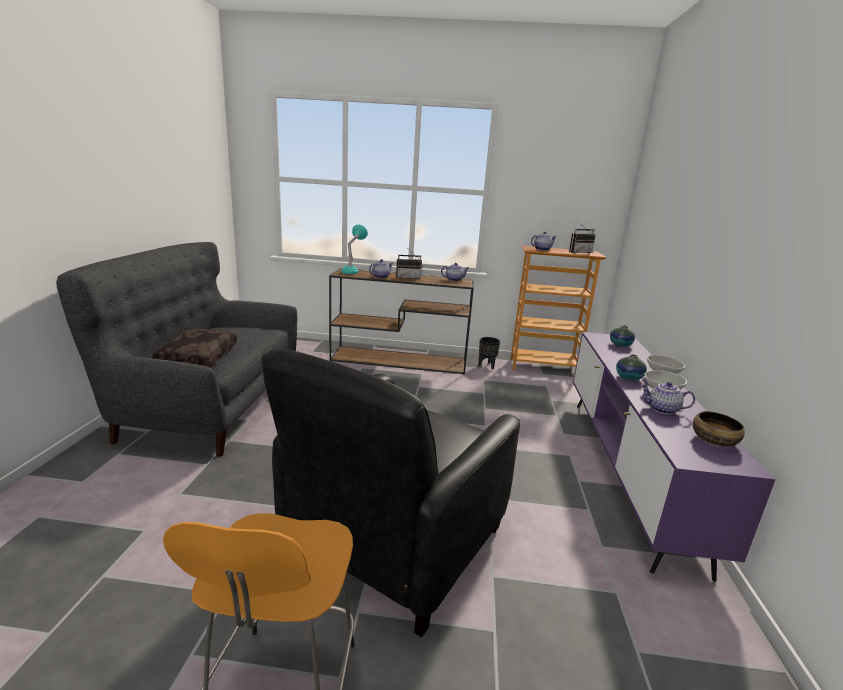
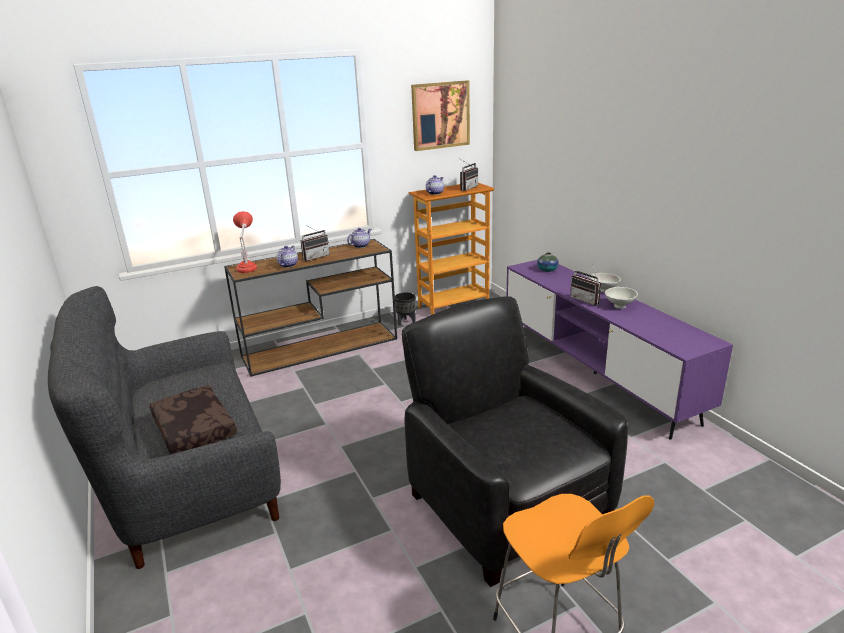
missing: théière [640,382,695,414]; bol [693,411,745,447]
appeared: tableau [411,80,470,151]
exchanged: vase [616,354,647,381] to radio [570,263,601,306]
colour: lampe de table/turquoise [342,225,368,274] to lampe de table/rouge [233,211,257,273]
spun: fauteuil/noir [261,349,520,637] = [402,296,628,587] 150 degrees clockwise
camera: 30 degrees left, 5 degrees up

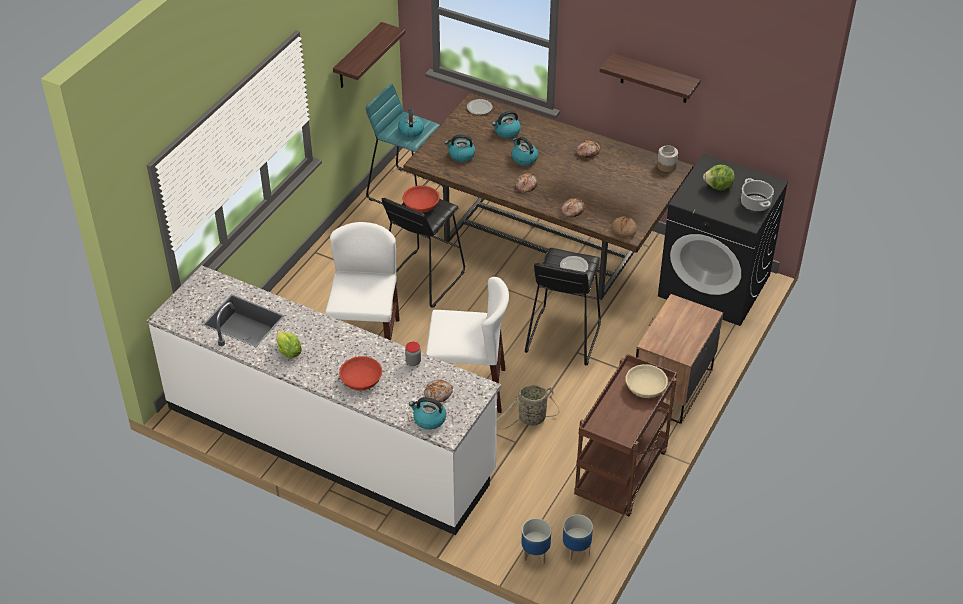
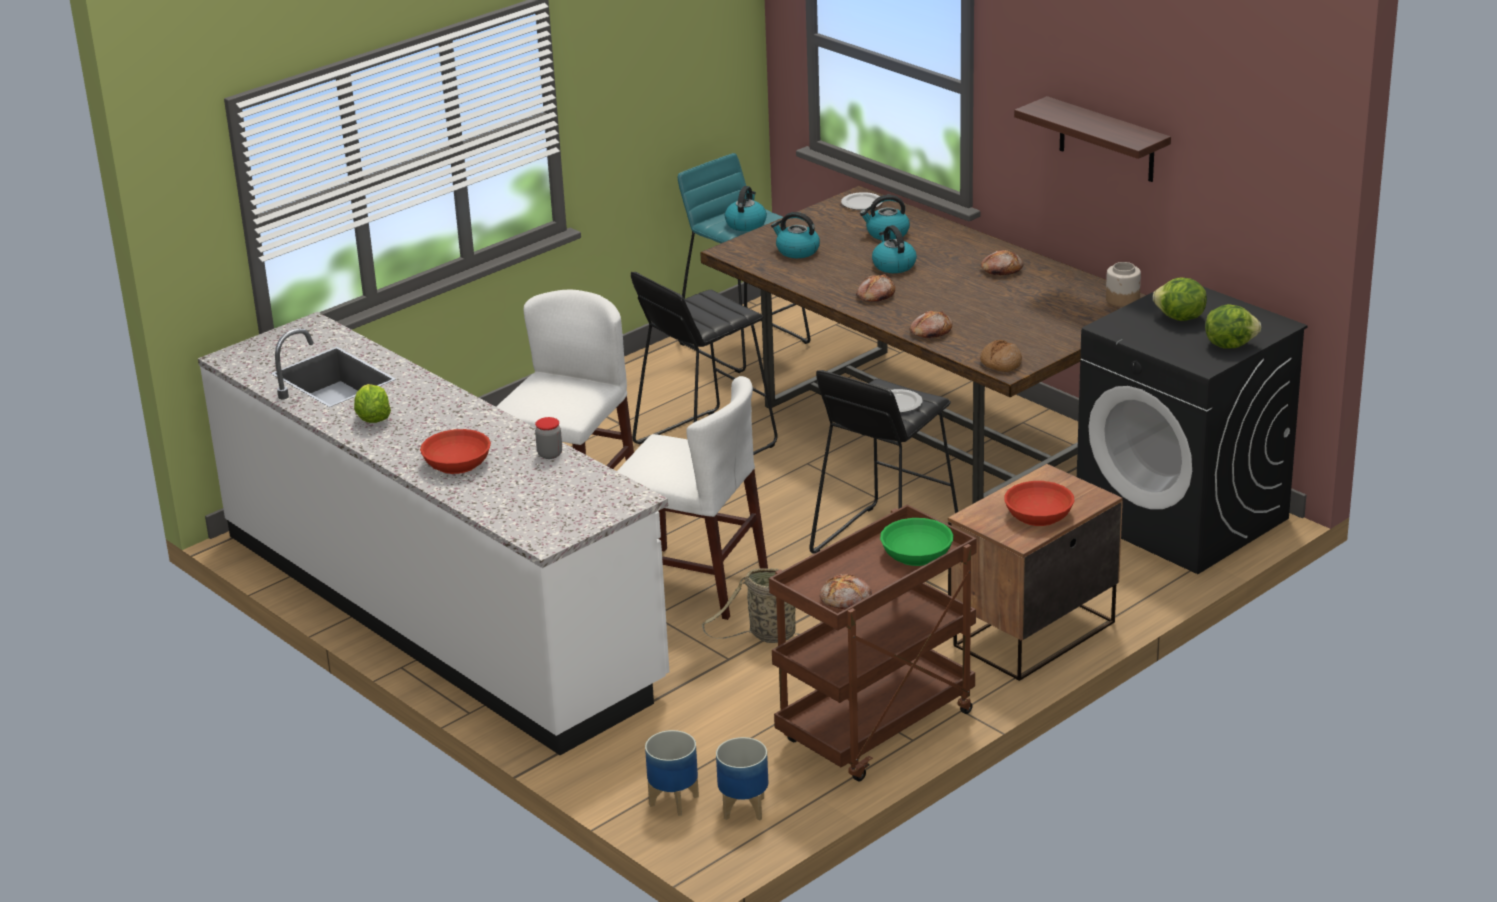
missing: étagère [333,22,406,88]; bouilloire [409,397,446,430]
relocated: pain [424,379,453,402] to [820,574,872,609]; bol/rouge [403,185,440,213] to [1004,481,1075,526]
exchanged: marmite [741,178,774,212] to laitue [1205,304,1261,349]
colour: bol/beige [625,364,668,398] to bol/vert [880,518,953,566]
camera: 20 degrees right, 15 degrees down

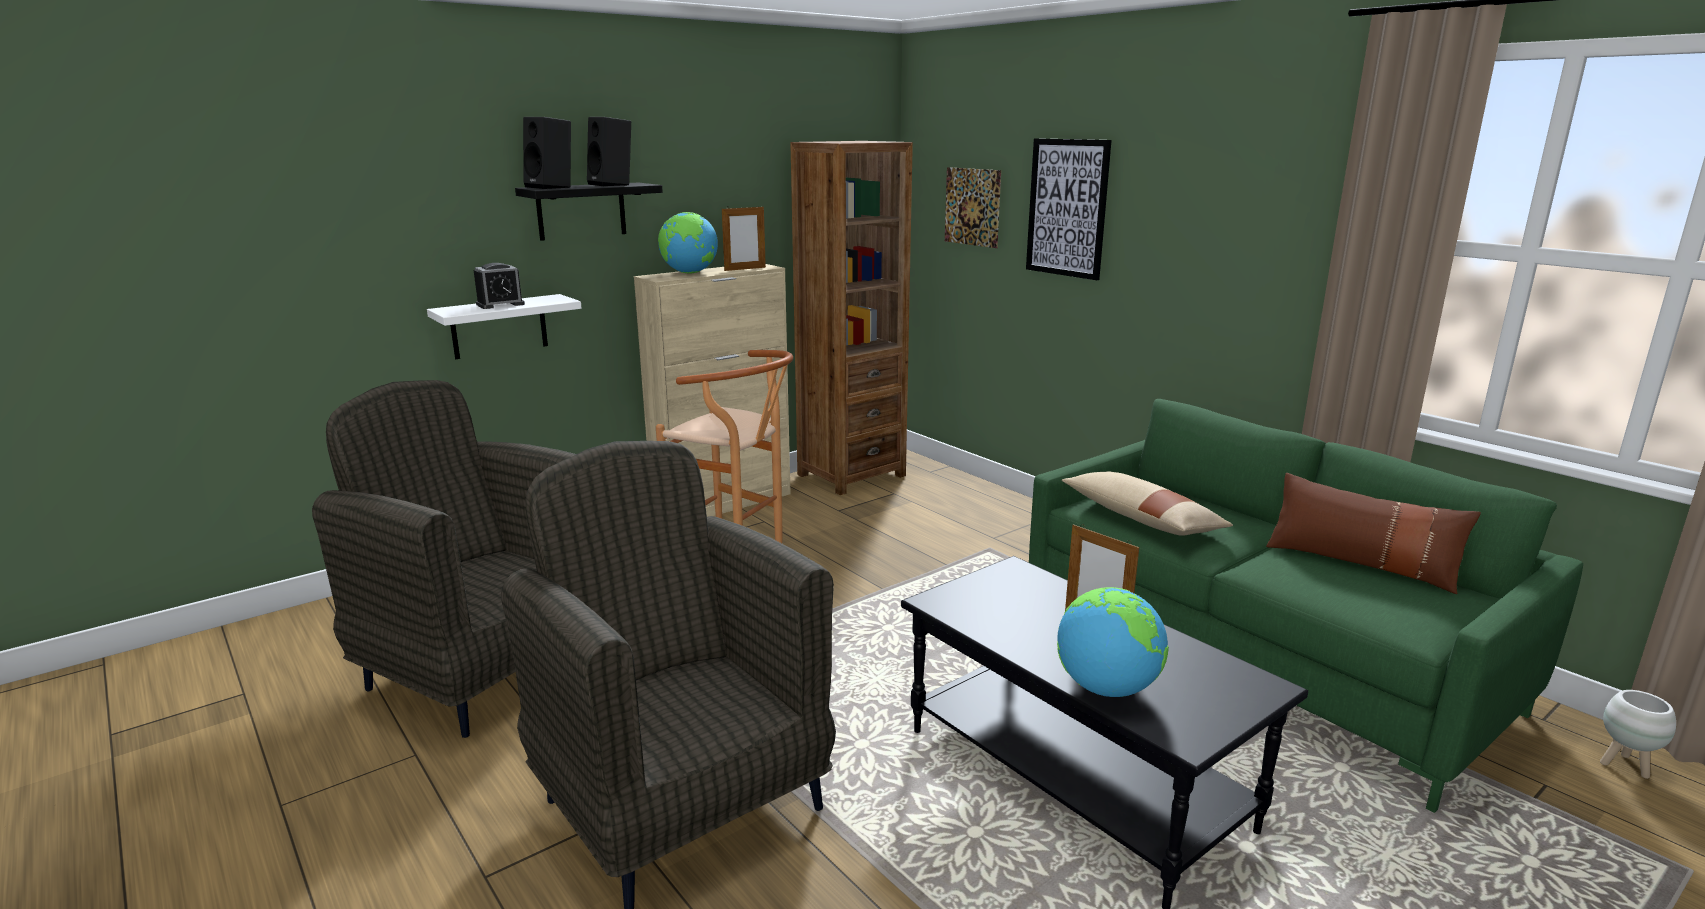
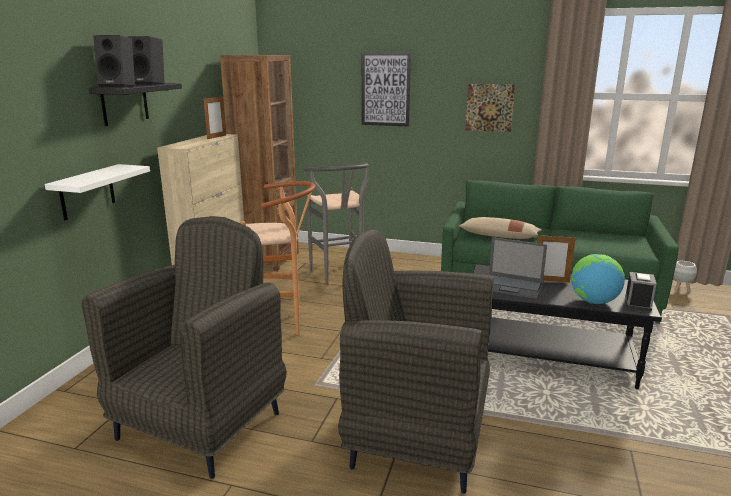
missing: globe [658,212,718,274]; coussin/marron [1266,473,1481,594]
appeared: tabouret/gris [303,163,369,285]; ordinateur portable [489,237,547,299]
relocated: tableau [945,167,1001,248] to [465,84,515,132]; réveil [474,263,525,309] to [625,272,656,311]
spun: fauteuil/gris [312,380,576,738] = [82,216,287,479] 120 degrees clockwise
camera: 35 degrees left, 0 degrees up

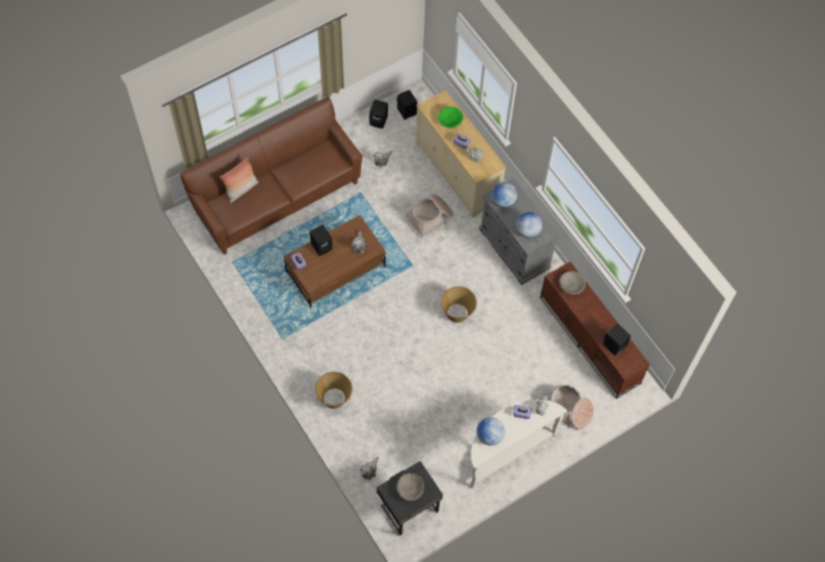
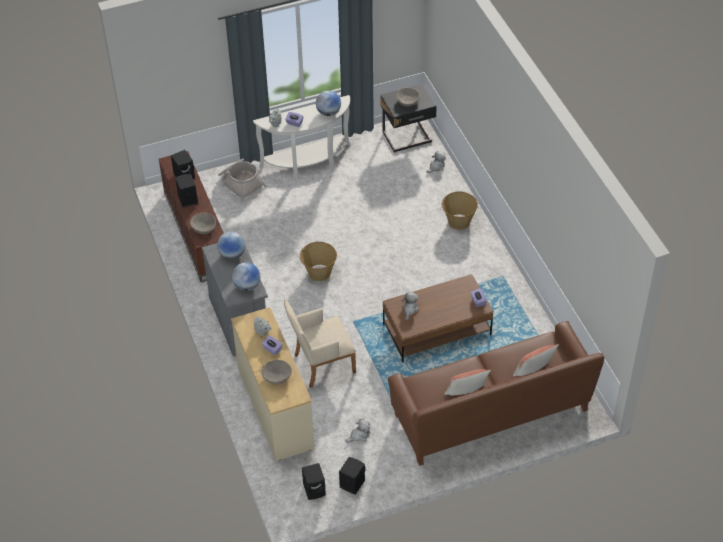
appeared: coussin [444,369,491,395]
relocated: enceinte/noir [310,225,333,256] to [176,174,198,208]
exchanged: panier [404,194,453,239] to fauteuil/beige [284,299,356,388]
colour: bol/vert [438,107,463,128] to bol/beige [261,360,292,385]
camera: 165 degrees left, 15 degrees down

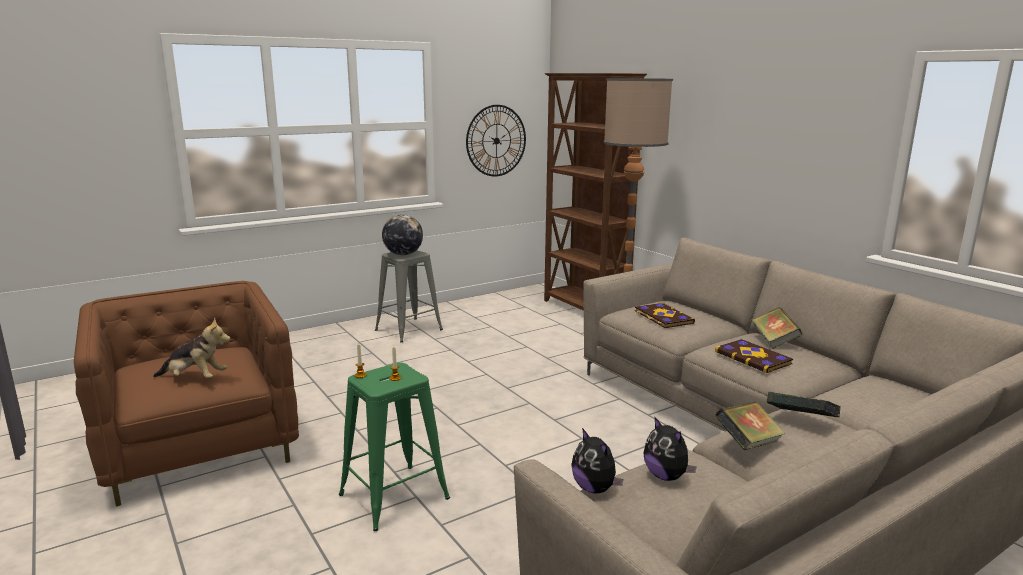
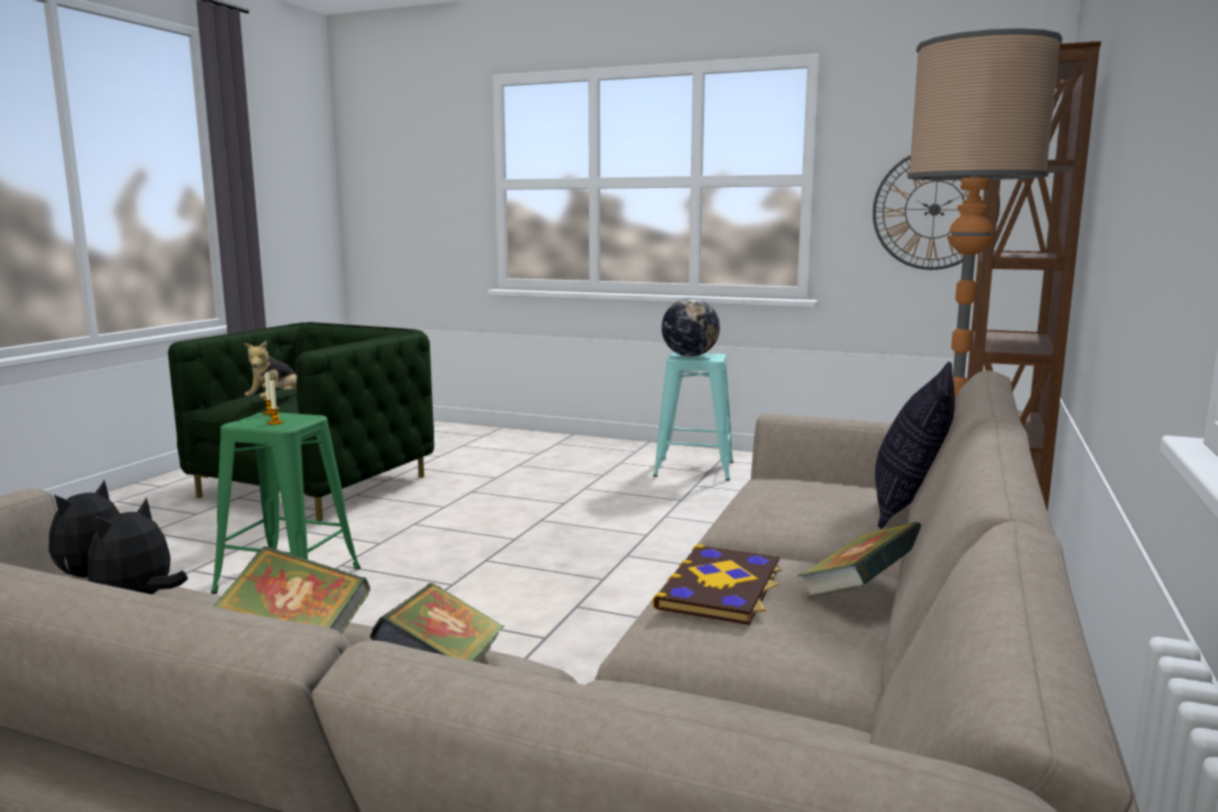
missing: livre [635,303,695,328]
appeared: coussin [875,361,955,529]
colour: fauteuil/marron [74,281,299,506] to fauteuil/vert [168,322,434,521]; tabouret/gris [375,250,443,342] to tabouret/turquoise [653,353,733,481]
spun: peluche [153,317,231,378] = [245,340,297,399] 45 degrees clockwise
camera: 55 degrees right, 5 degrees down

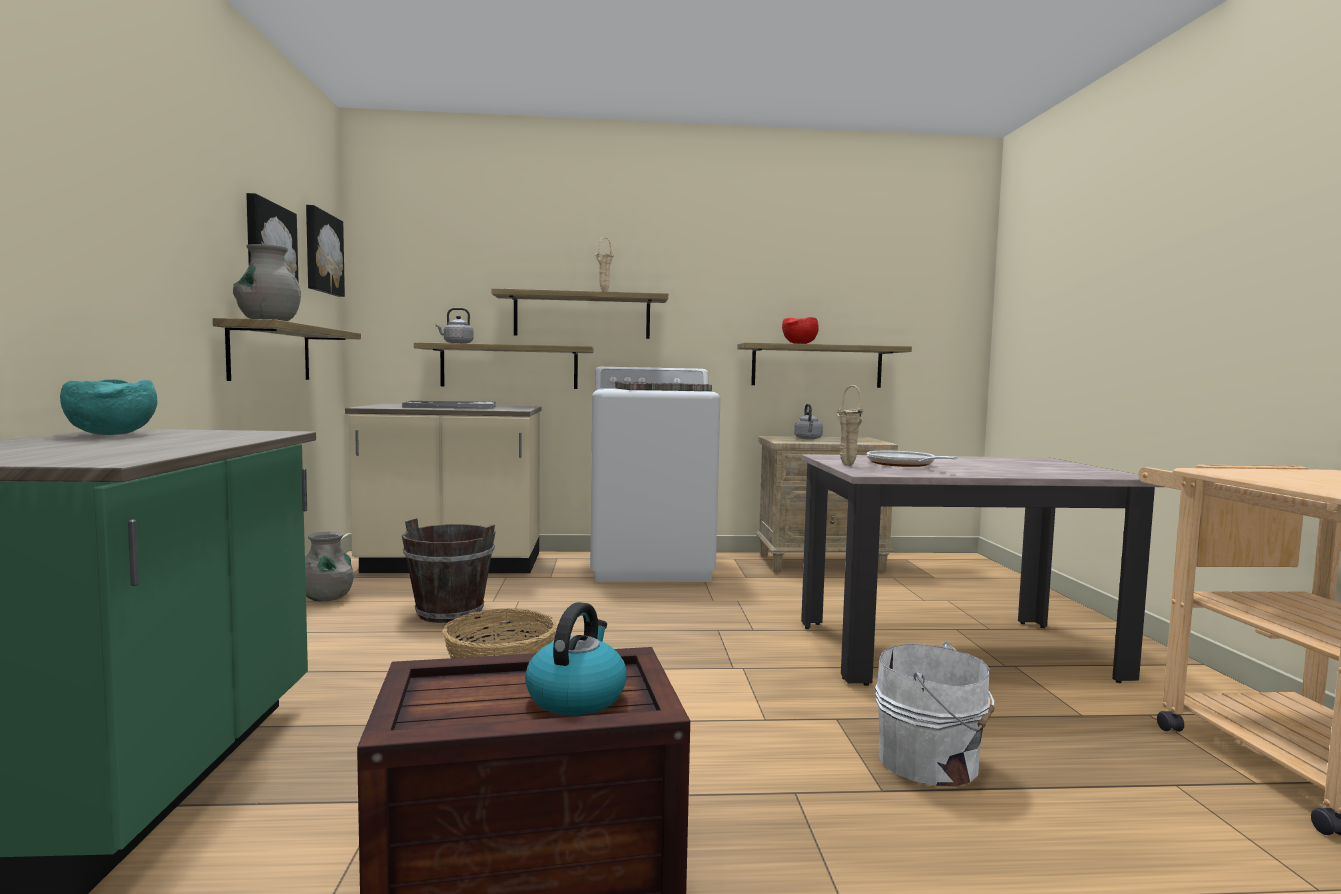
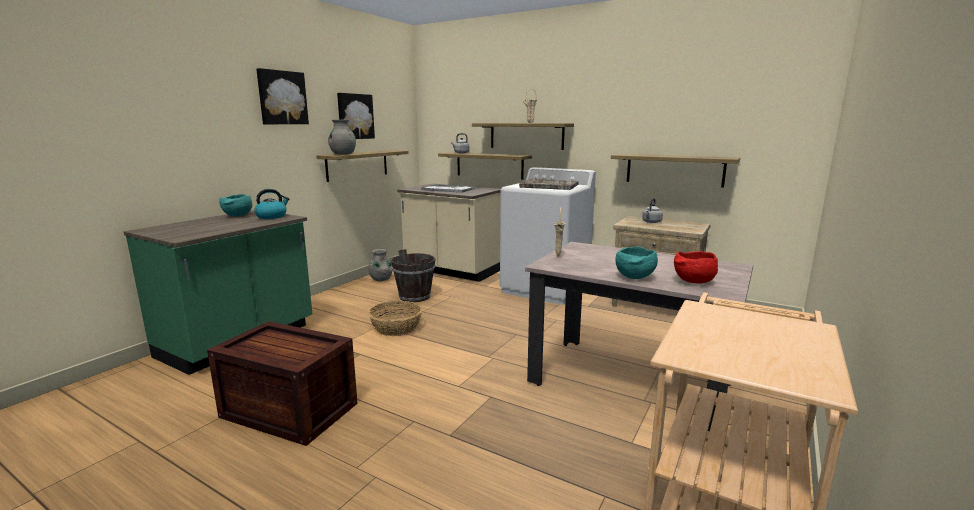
missing: poêle [867,451,958,467]; seau/blanc [875,642,994,786]
appeared: bol/turquoise [615,246,658,279]
relocated: bouilloire [525,602,627,715] to [254,189,289,219]; tableau [306,205,345,297] to [256,68,309,124]; bol/rouge [782,317,819,344] to [674,251,718,284]
camera: 35 degrees right, 10 degrees up

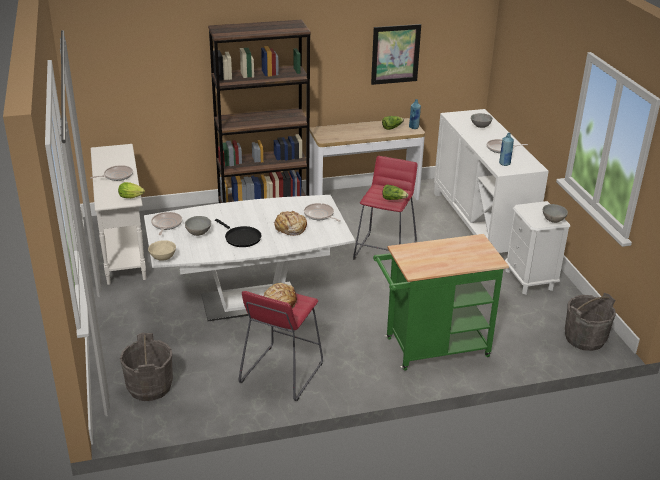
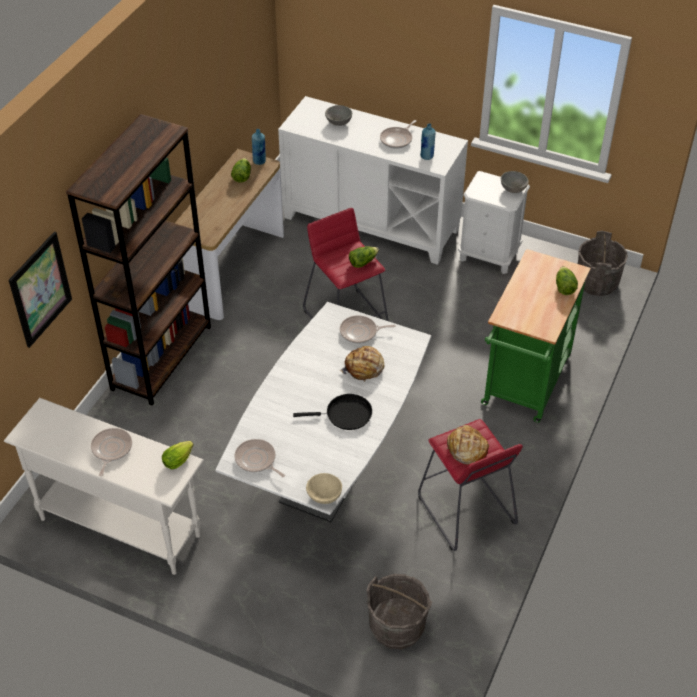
missing: bol/gris [185,216,211,236]
appeared: laitue [556,266,578,295]
relocated: tableau [371,24,421,85] to [9,232,72,348]
camera: 50 degrees left, 15 degrees up

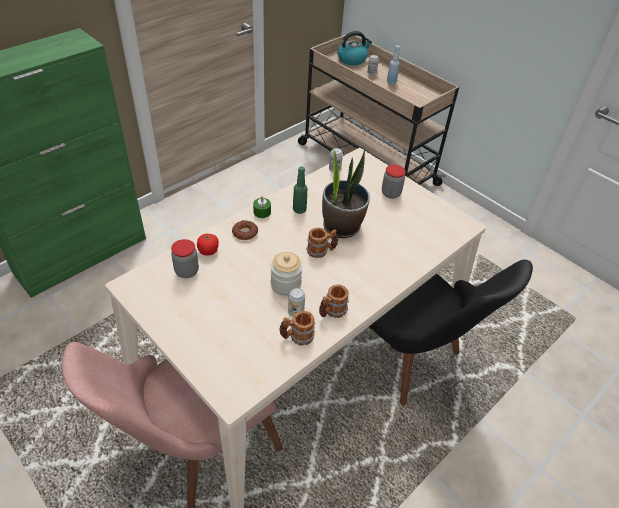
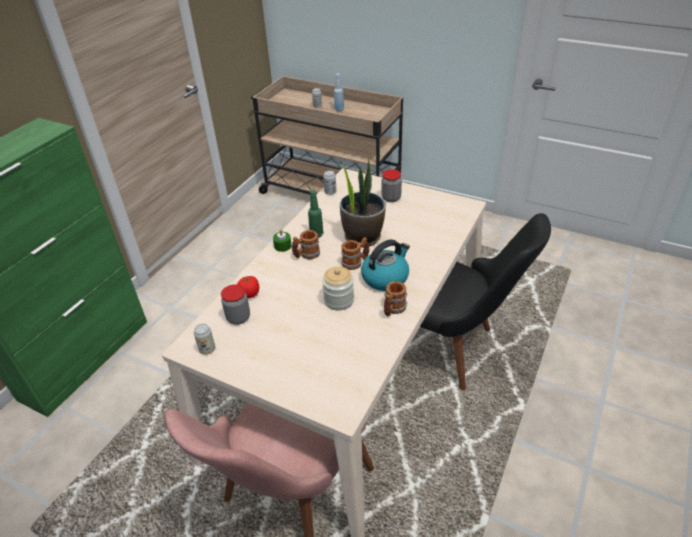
missing: beignet [232,220,258,240]
relocated: boîte métallique [288,288,305,317] to [194,324,215,355]; mug [279,311,315,345] to [292,230,320,259]; bouilloire [338,31,372,65] to [361,239,410,291]
camera: 15 degrees left, 5 degrees down

